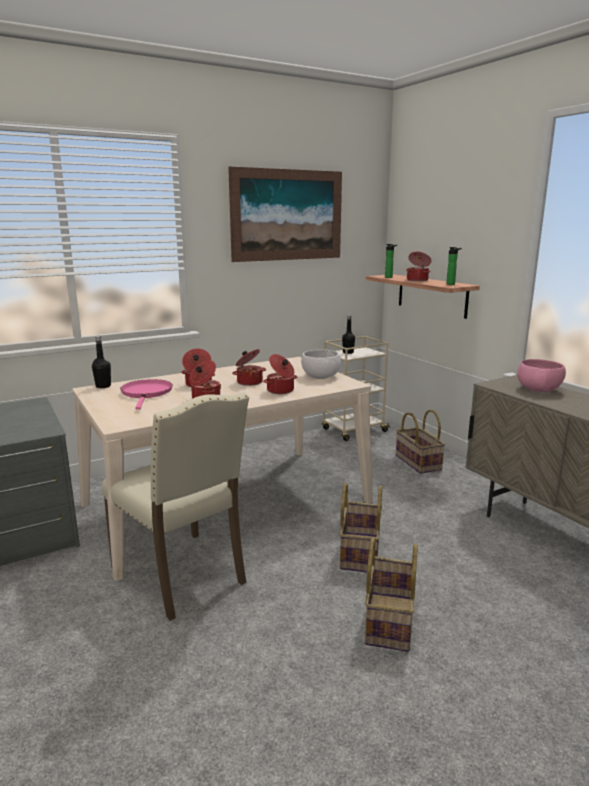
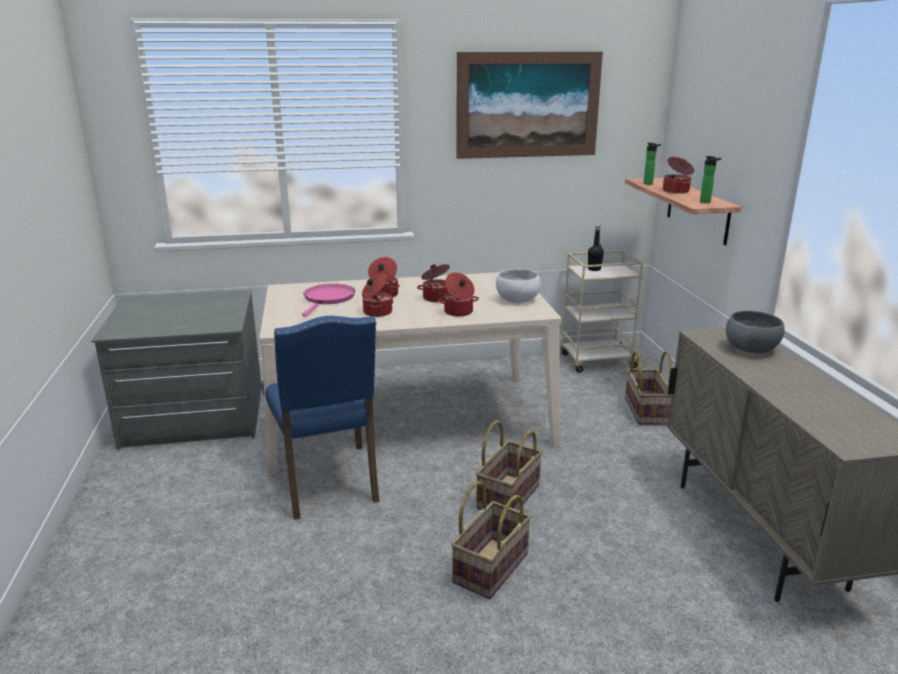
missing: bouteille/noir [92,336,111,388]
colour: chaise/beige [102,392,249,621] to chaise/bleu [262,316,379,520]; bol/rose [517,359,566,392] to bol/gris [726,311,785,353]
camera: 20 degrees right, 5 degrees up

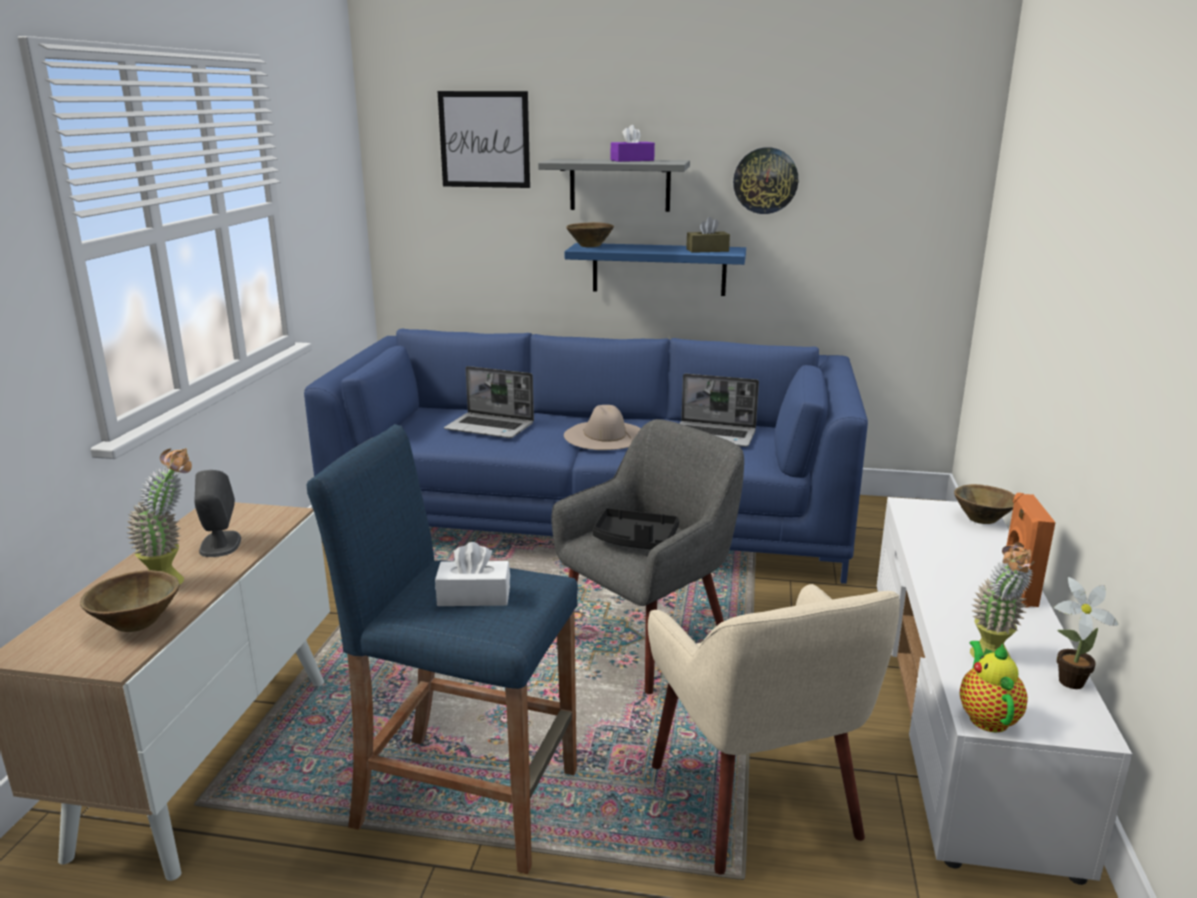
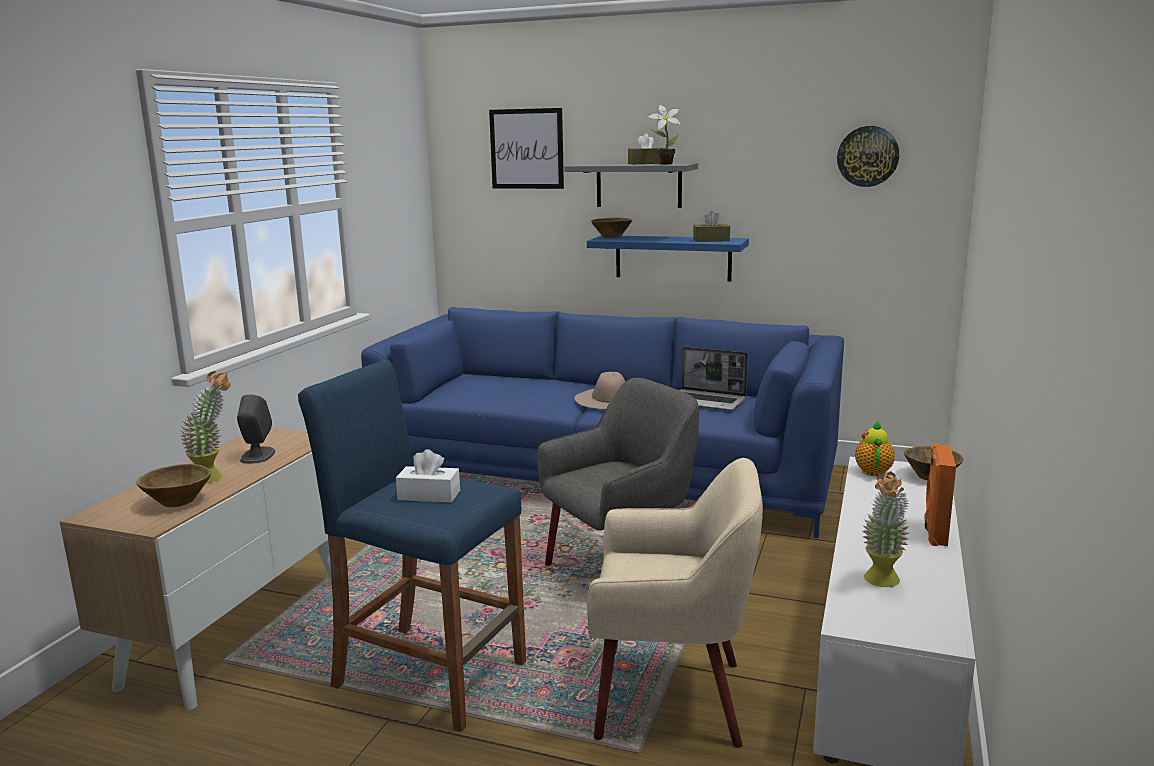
missing: ordinateur portable [444,366,534,438]; plateau/noir [593,508,679,550]
relocated: plante en pot [1054,577,1119,689] to [648,105,681,165]; horloge murale [733,147,798,214] to [837,126,899,187]; théière [960,641,1028,732] to [855,420,895,476]
colour: boîte à mouchoirs/violet [611,125,655,162] to boîte à mouchoirs/marron [628,133,665,164]
spun: fauteuil/beige [648,584,900,875] = [587,458,763,748] 75 degrees counterclockwise
camera: 10 degrees right, 5 degrees down

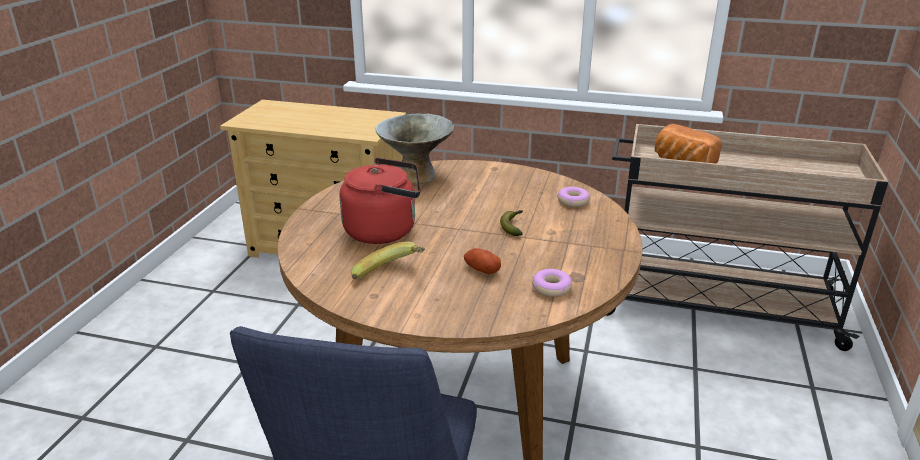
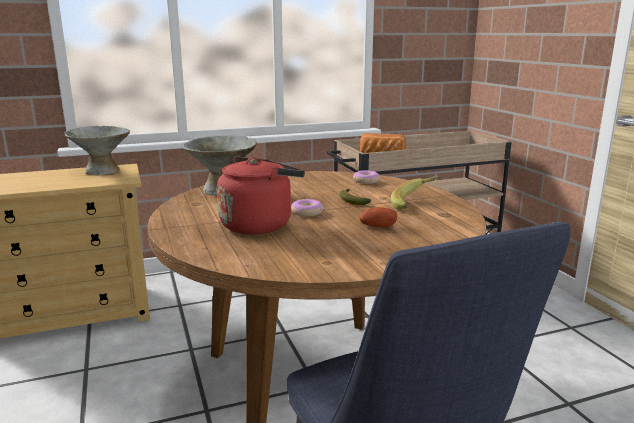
appeared: bol/gris [64,126,130,175]
relocated: beignet [532,269,572,297] to [291,199,323,217]; banane [351,242,425,279] to [391,175,442,210]
camera: 35 degrees left, 10 degrees down

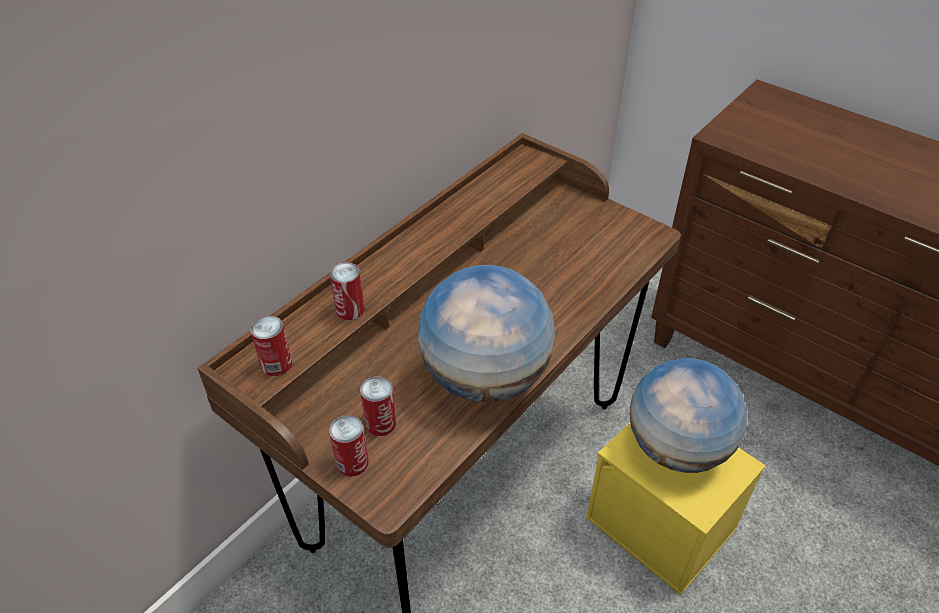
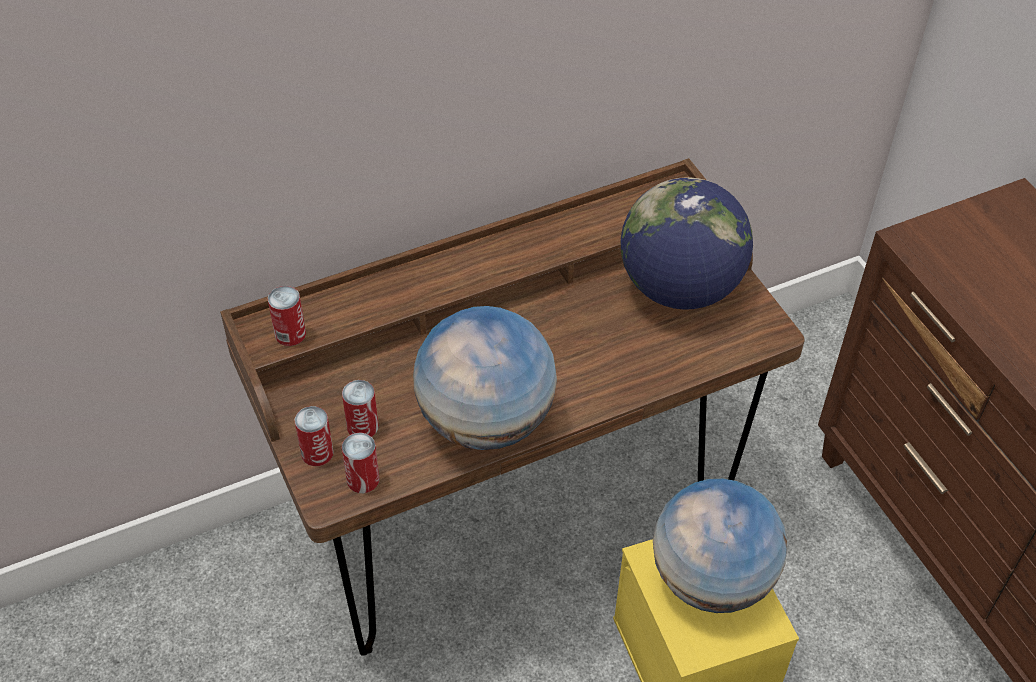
appeared: globe [621,177,753,310]
relocated: boîte métallique [330,262,365,320] to [342,433,380,493]
camera: 25 degrees right, 5 degrees up

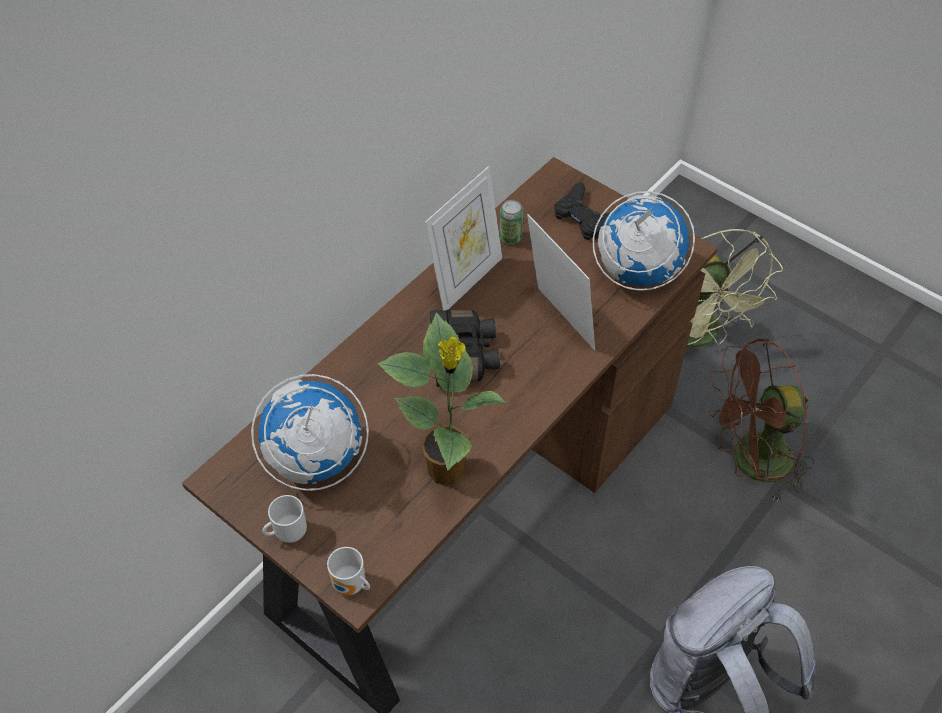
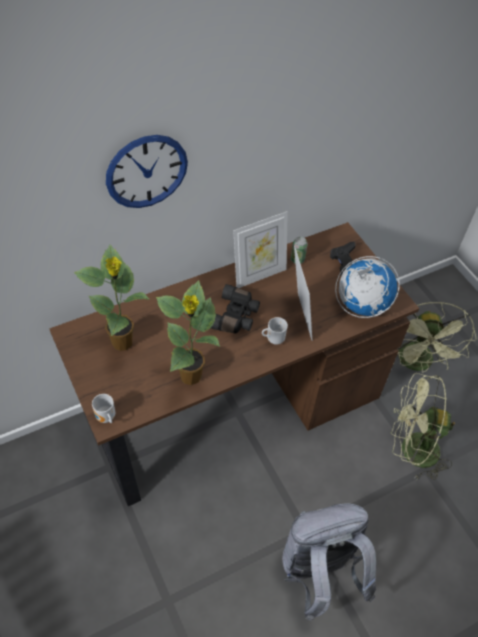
appeared: horloge murale [106,135,188,208]
relocated: mug [263,495,307,543] to [262,317,288,345]
exchanged: globe [251,374,369,491] to plante en pot [74,245,149,351]
colour: ventilateur/marron [708,338,814,502] to ventilateur/vert [390,373,455,480]
camera: 20 degrees right, 0 degrees up

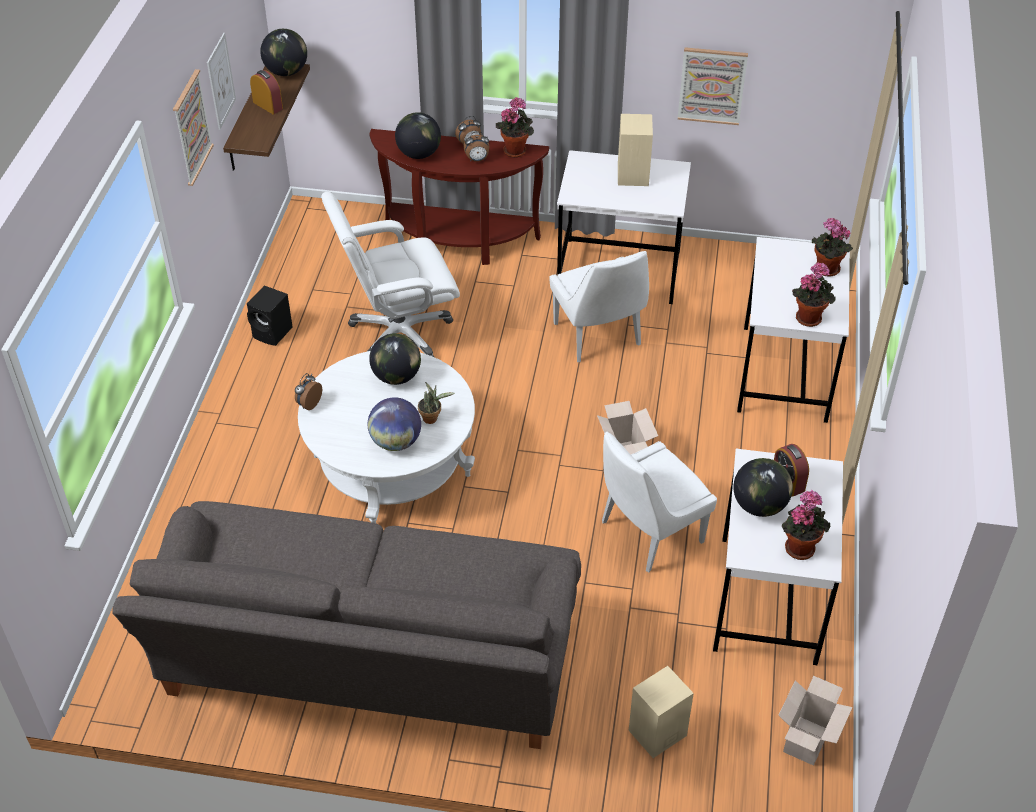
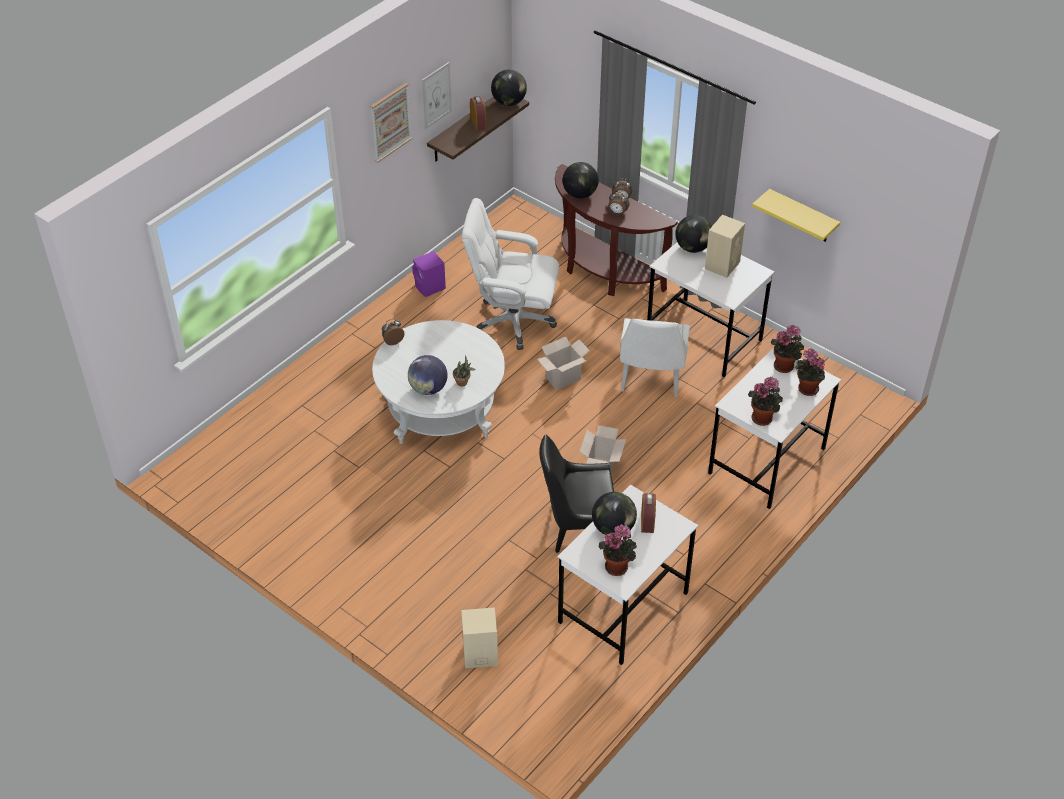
missing: canapé/gris [112,501,581,749]
relocated: carton [778,676,853,766] to [537,337,590,390]; globe [369,333,421,385] to [675,215,712,253]; plante en pot [496,98,534,157] to [771,325,804,373]
exchanged: tableau [678,47,748,125] to étagère/jaune [752,189,840,242]
colour: enceinte/noir [247,285,293,346] to enceinte/violet [412,251,446,297]; chaise/blanc [602,431,717,572] to chaise/noir [539,435,614,553]
camera: 30 degrees right, 0 degrees up

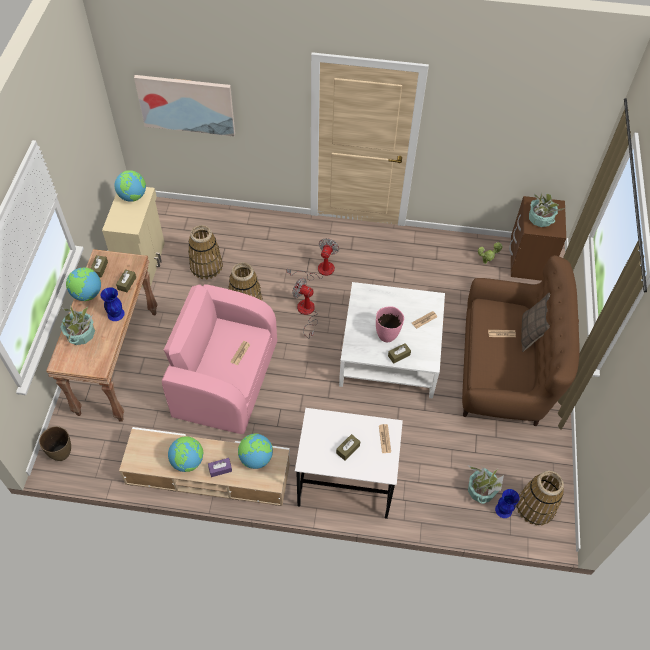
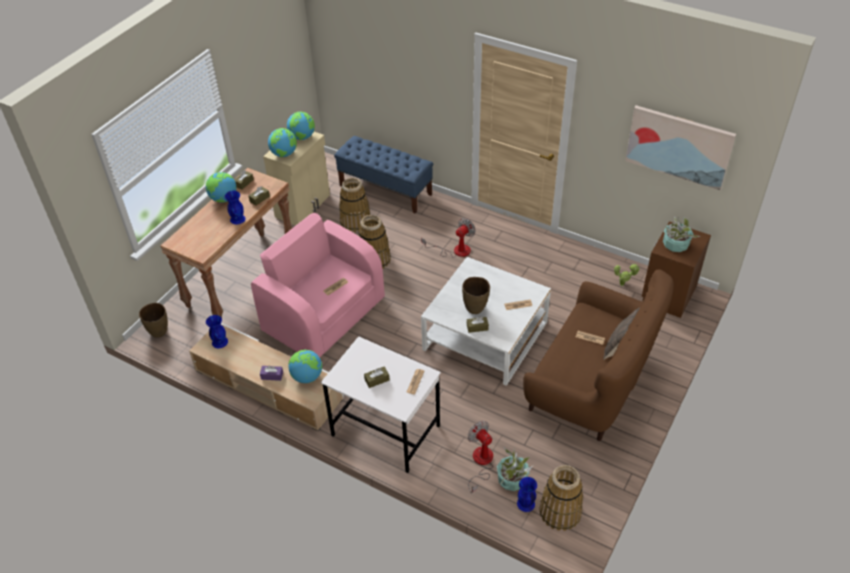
missing: plante en pot [61,305,95,345]
appeared: vase/bleu [206,315,228,348]; banc/bleu [334,136,433,214]
relocated: globe [168,436,203,472] to [268,128,297,157]; ventilateur [292,278,318,338] to [468,421,493,493]; tableau [134,75,235,136] to [625,105,736,190]
colour: vase/rose [376,306,404,342] to vase/marron [462,277,490,314]
camera: 25 degrees right, 10 degrees down

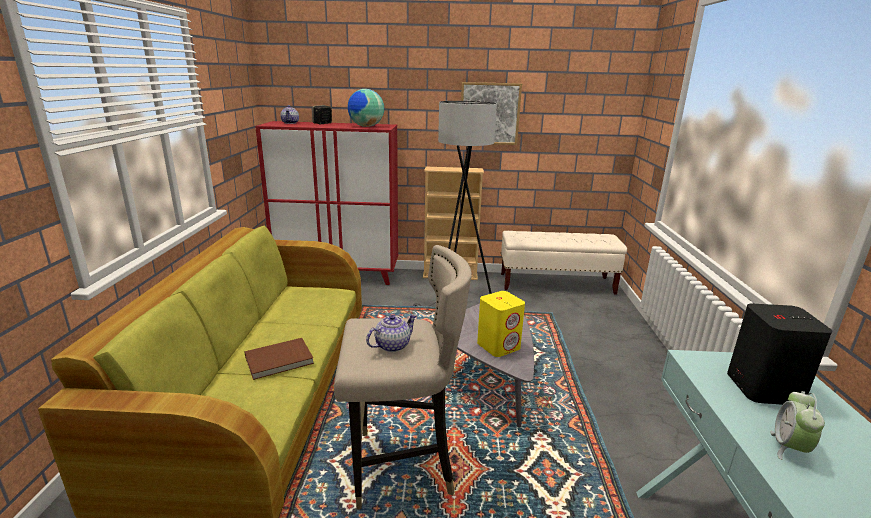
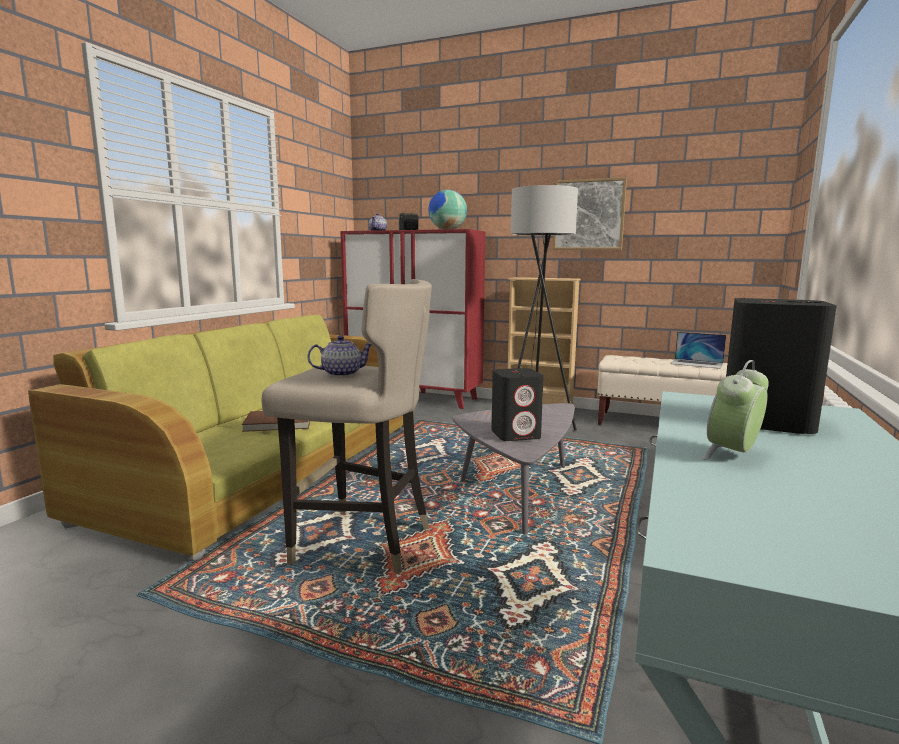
appeared: ordinateur portable [670,332,726,369]
colour: enceinte/jaune [477,291,525,357] to enceinte/noir [491,368,544,441]
camera: 20 degrees right, 10 degrees down

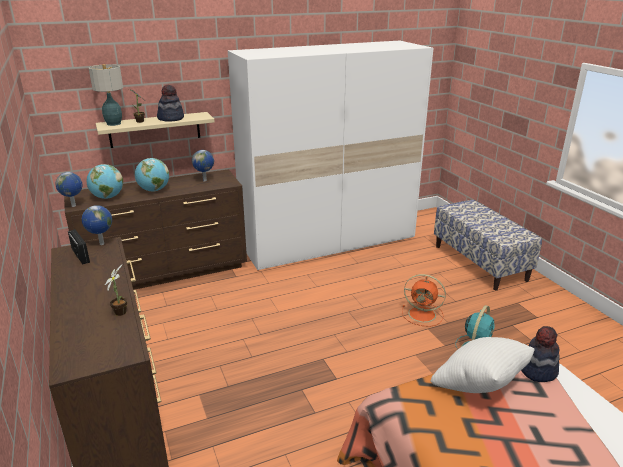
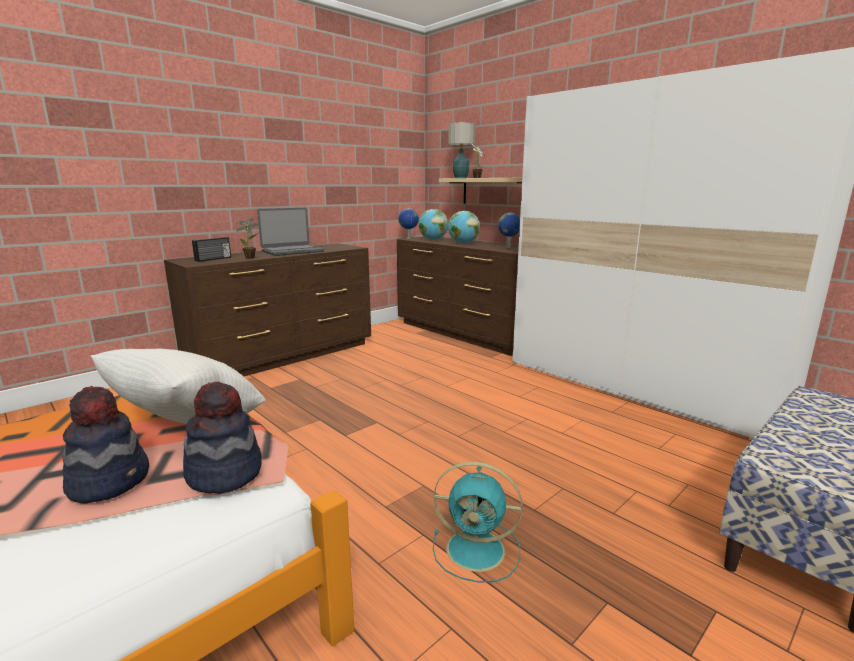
missing: globe [82,205,112,245]; ventilateur/orange [402,274,446,327]
appeared: ordinateur portable [257,208,324,256]
relocated: chapeau [157,85,184,121] to [62,386,149,504]; radio [68,229,90,265] to [192,237,231,262]
camera: 70 degrees right, 10 degrees down

